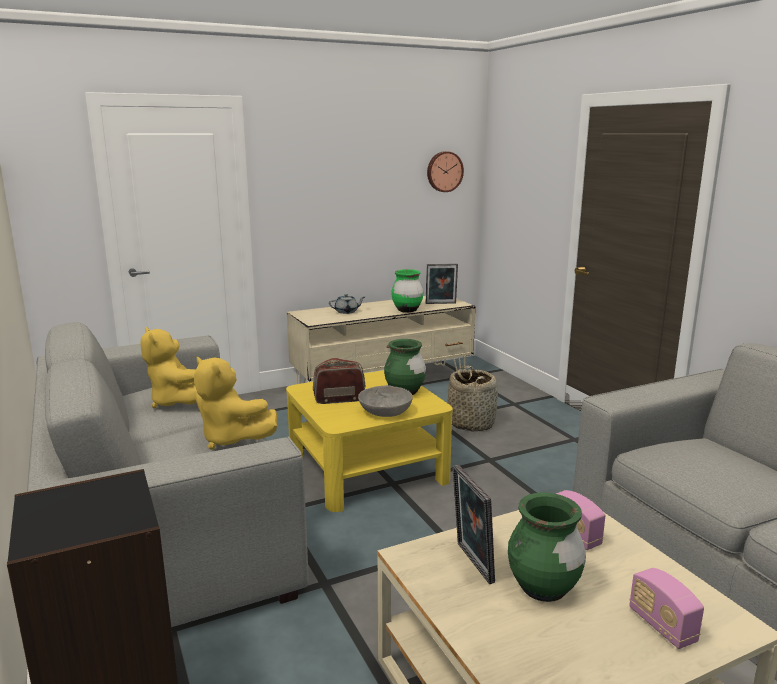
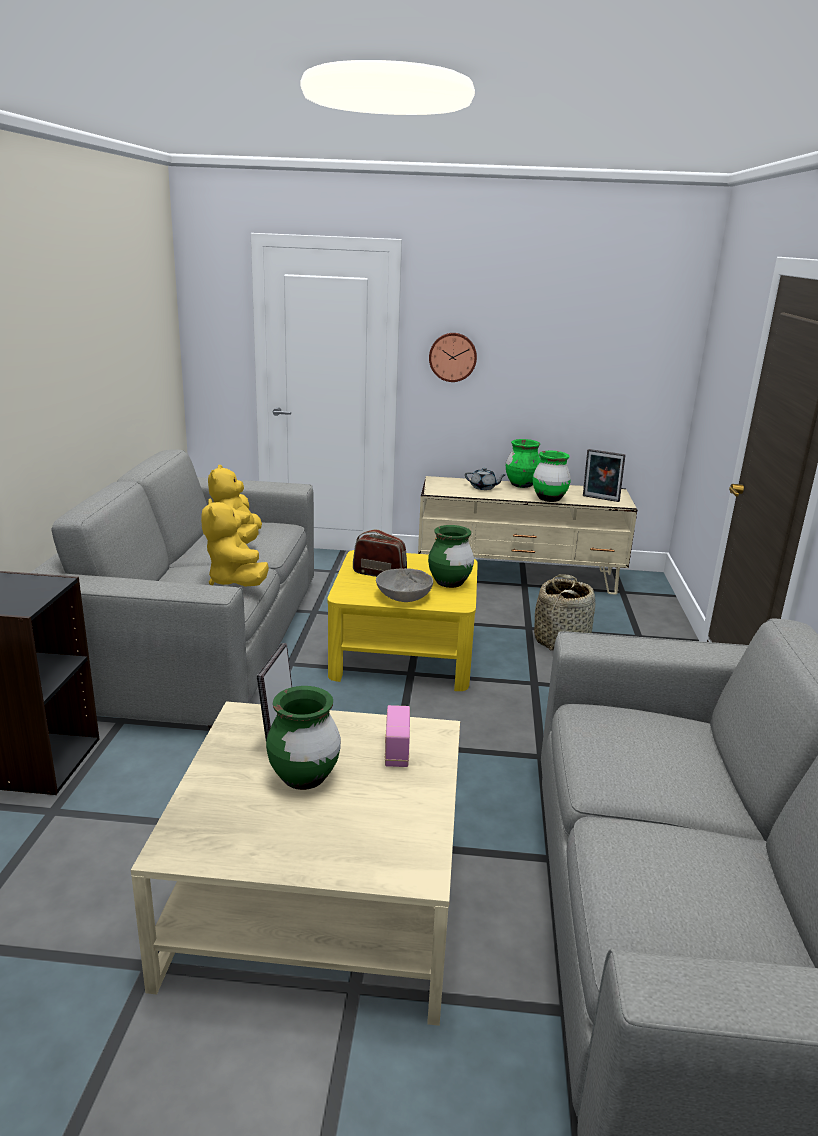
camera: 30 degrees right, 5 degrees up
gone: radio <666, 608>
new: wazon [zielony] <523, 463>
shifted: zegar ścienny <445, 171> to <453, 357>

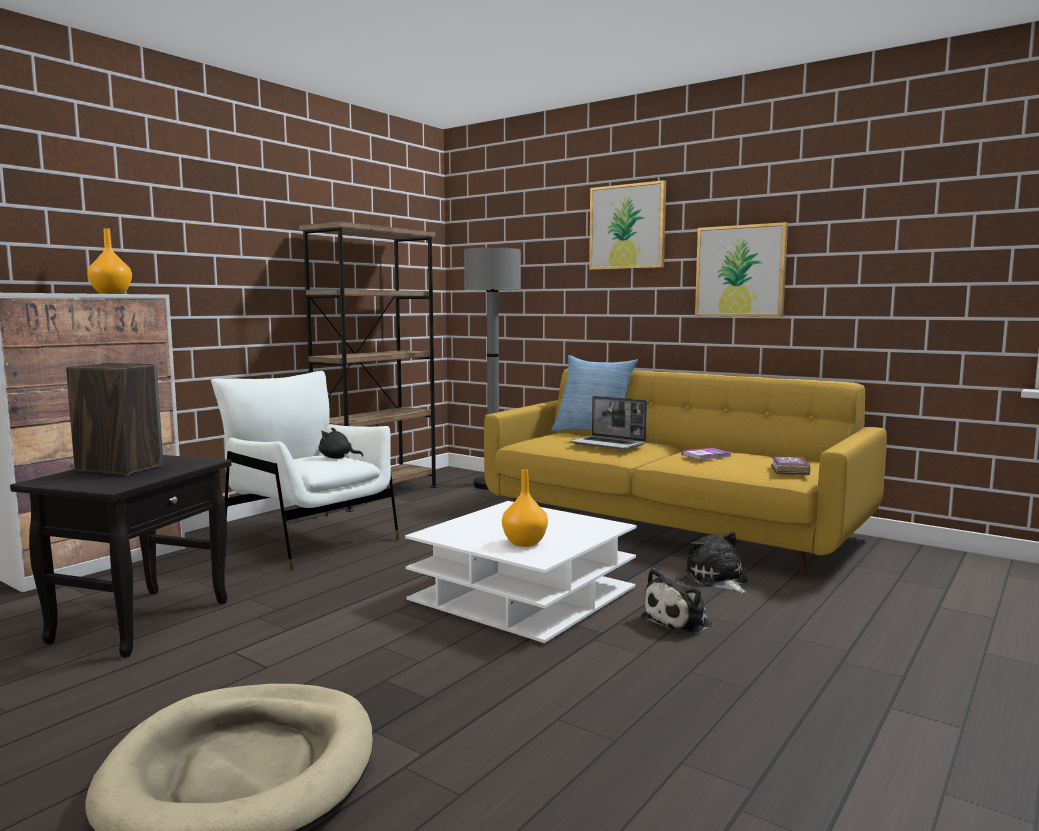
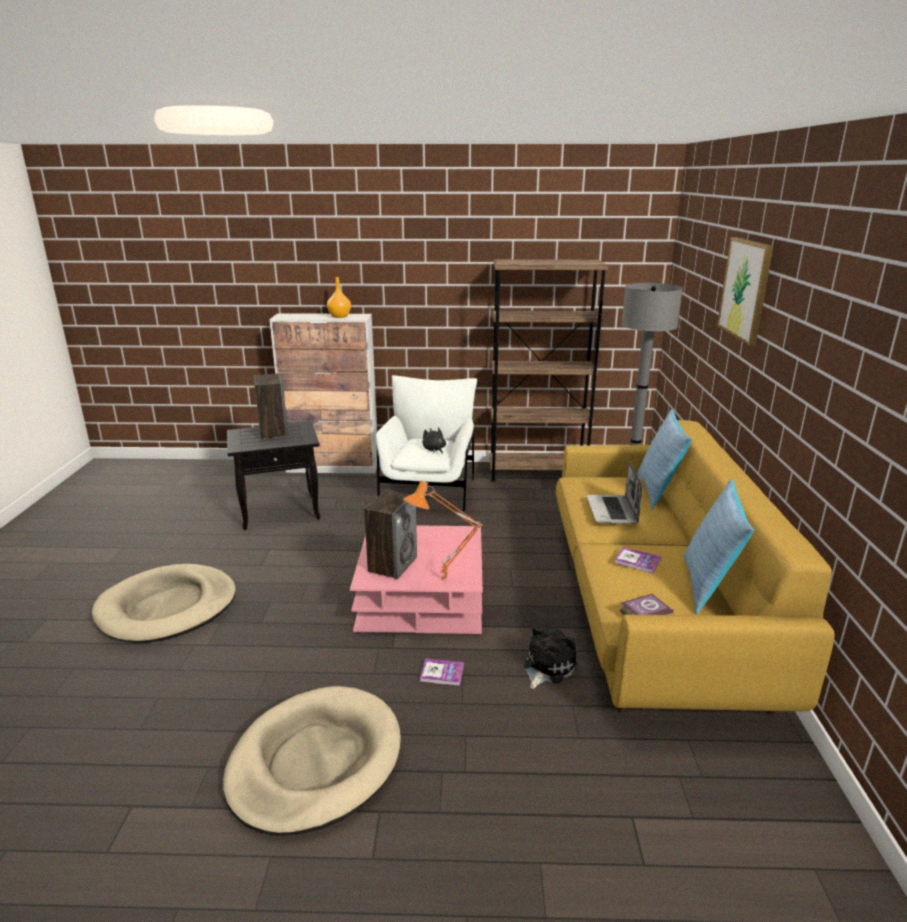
camera: 55 degrees right, 15 degrees up
gone: obraz <741, 269>
new: legowisko [beżowy] <312, 761>; lampa stołowa [pomarańczowy] <442, 531>; poduszka <718, 547>
swapped: wazon [pomarańczowy] <525, 508> to głośnik <390, 534>; pluszak <676, 601> to książka <442, 672>
repainted: ława [biały] <521, 572> to ława [różowy] <416, 579>

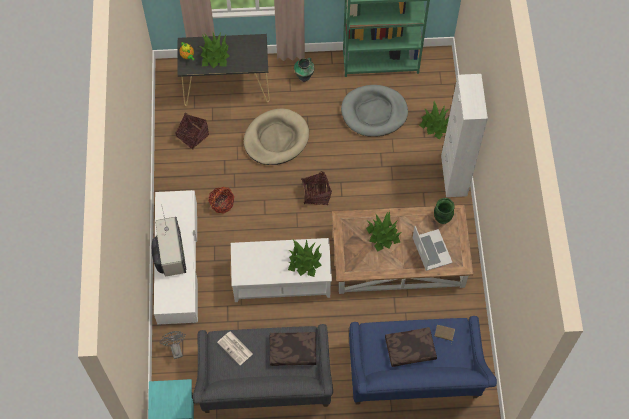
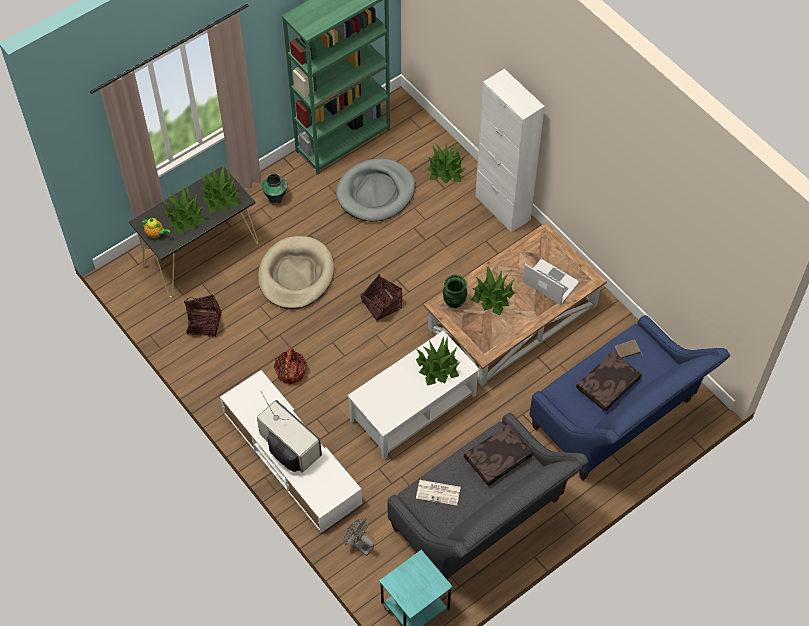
camera: 35 degrees left, 5 degrees down
new: roślina doniczkowa <219, 189>
shifted: wazon [zielony] <444, 211> to <455, 291>

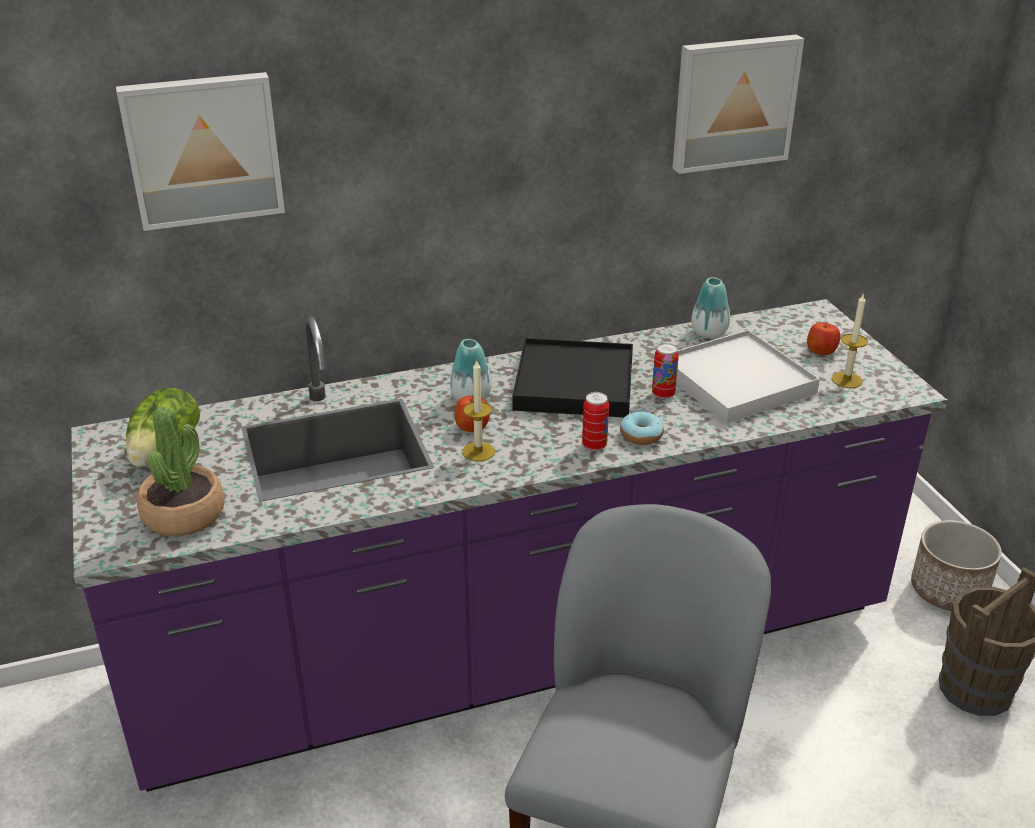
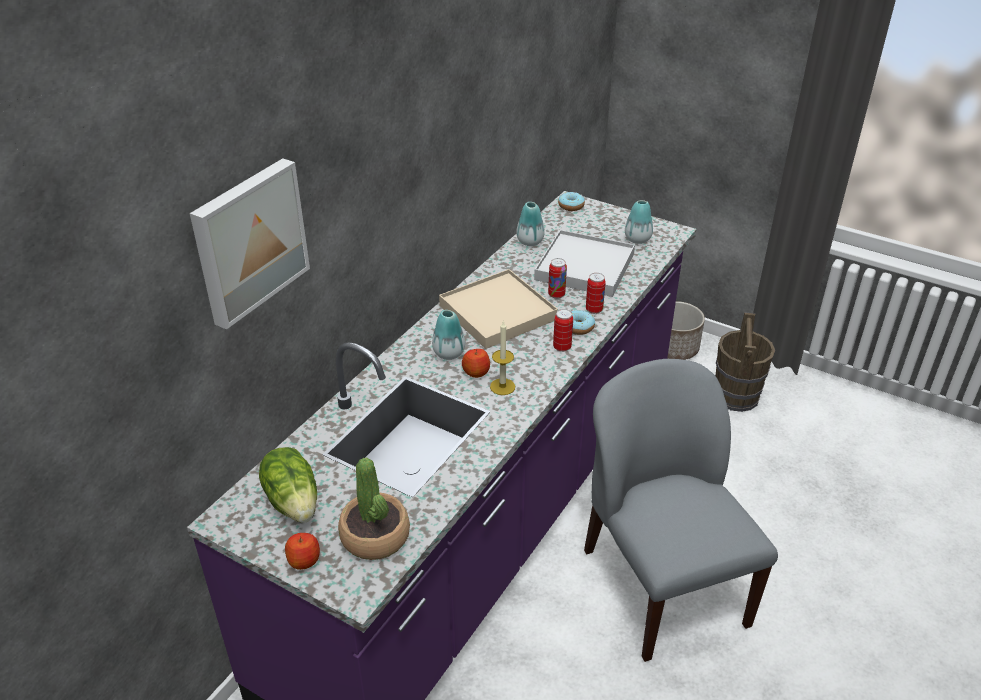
camera: 40 degrees left, 5 degrees up
gone: obraz <738, 104>
new: donut <571, 201>; puszka <596, 293>
shifted: jabłko <823, 338> to <302, 551>
swapped: świeca <850, 340> to wazon <639, 222>
repainted: taca [czarny] <572, 377> to taca [beżowy] <498, 309>

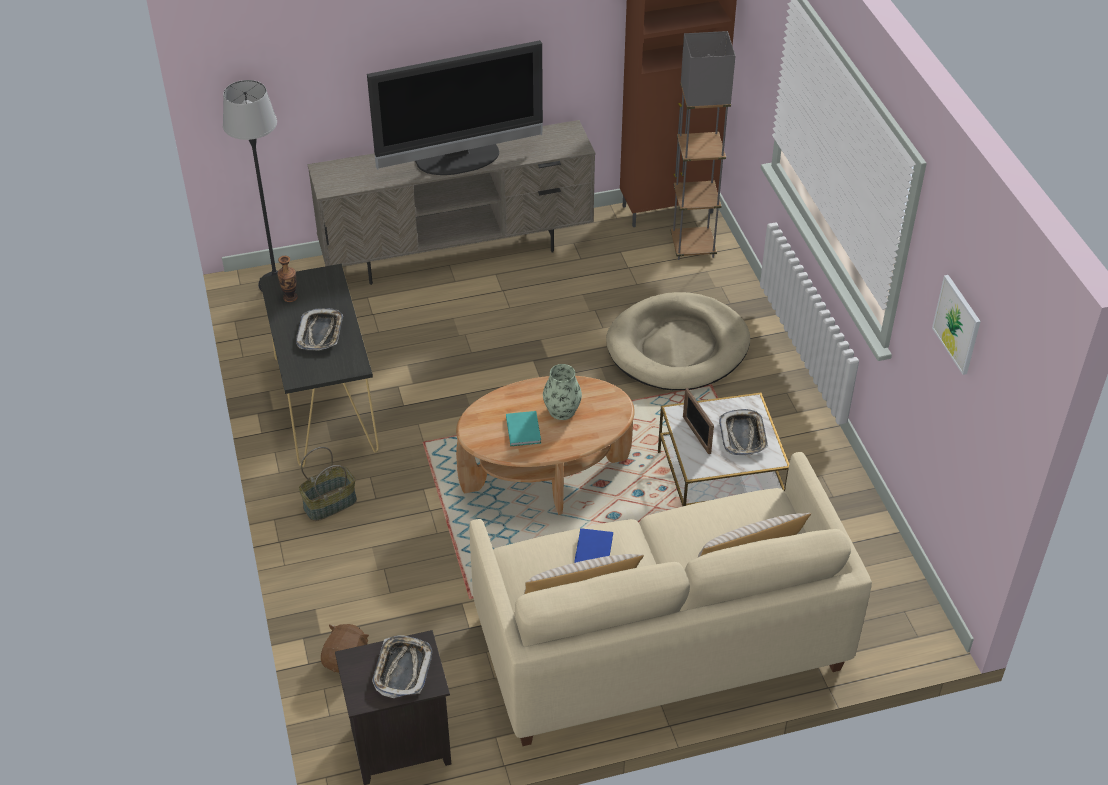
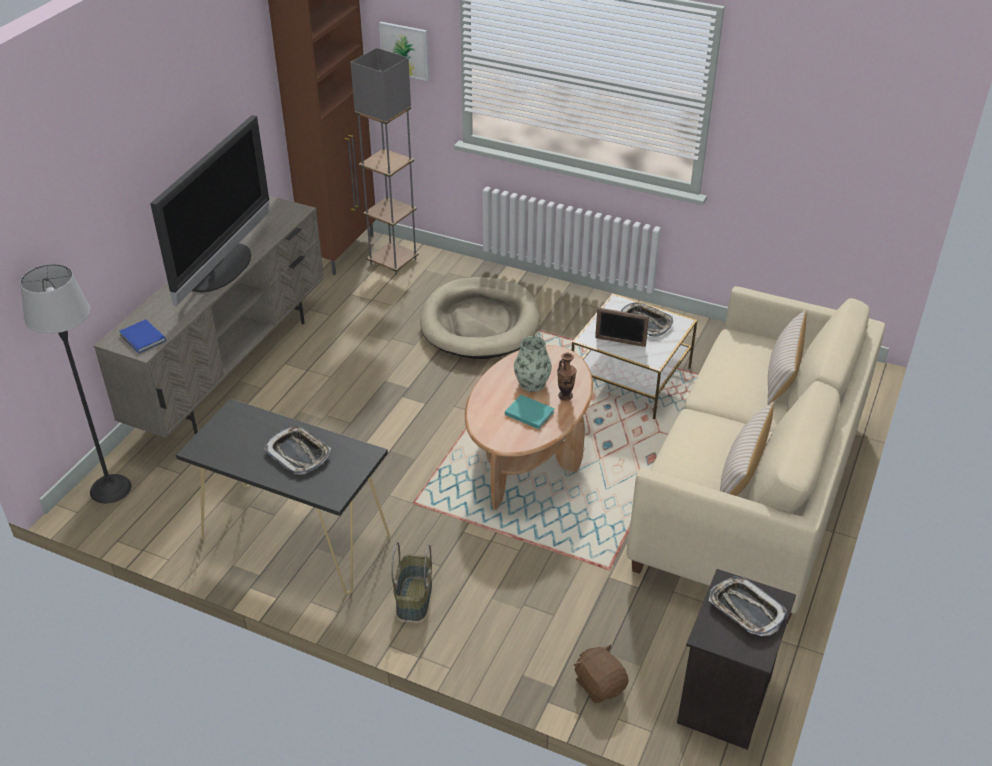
camera: 50 degrees left, 5 degrees down
shifted: książka [niebieski] <593, 545> to <142, 336>; obraz <956, 325> to <404, 51>; wazon <287, 279> to <566, 377>

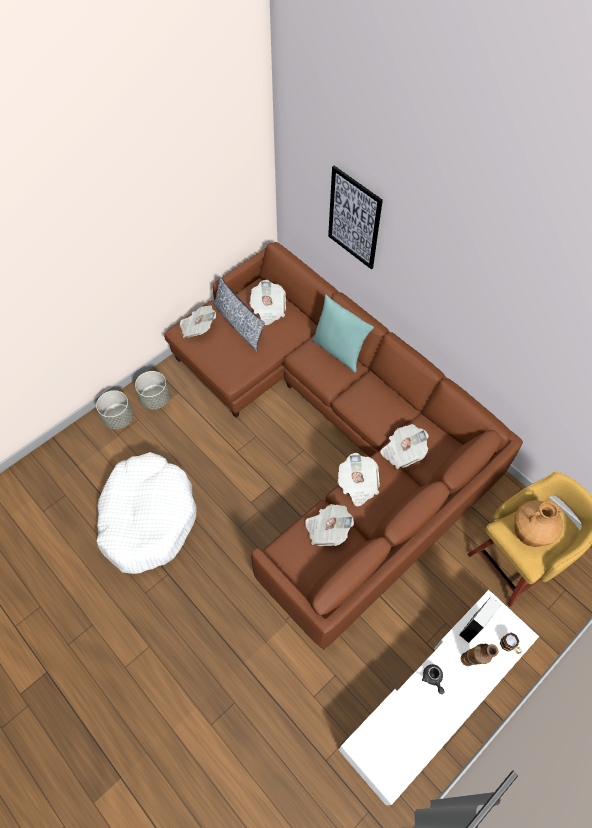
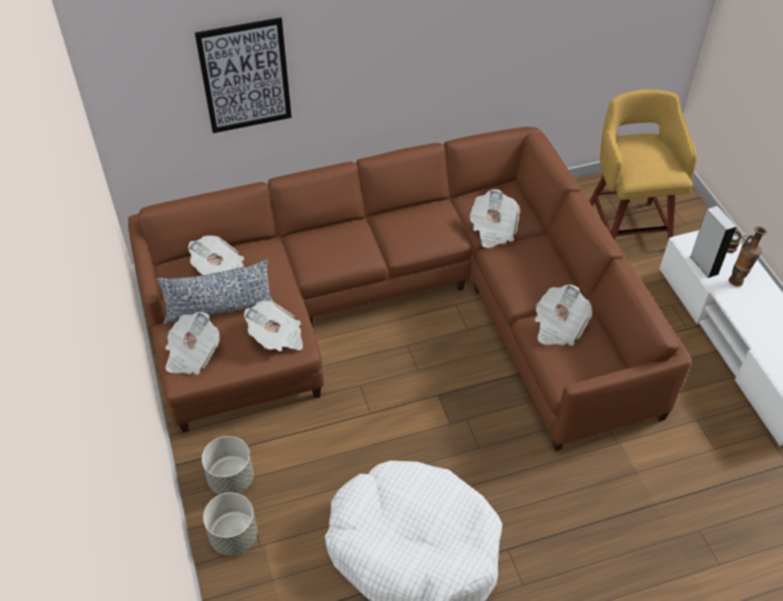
camera: 65 degrees left, 10 degrees down
gone: poduszka [turkusowy] <343, 333>; imbryk [szary] <433, 679>; wazon [brązowy] <538, 523>
shifted: gazeta <359, 480> to <273, 326>

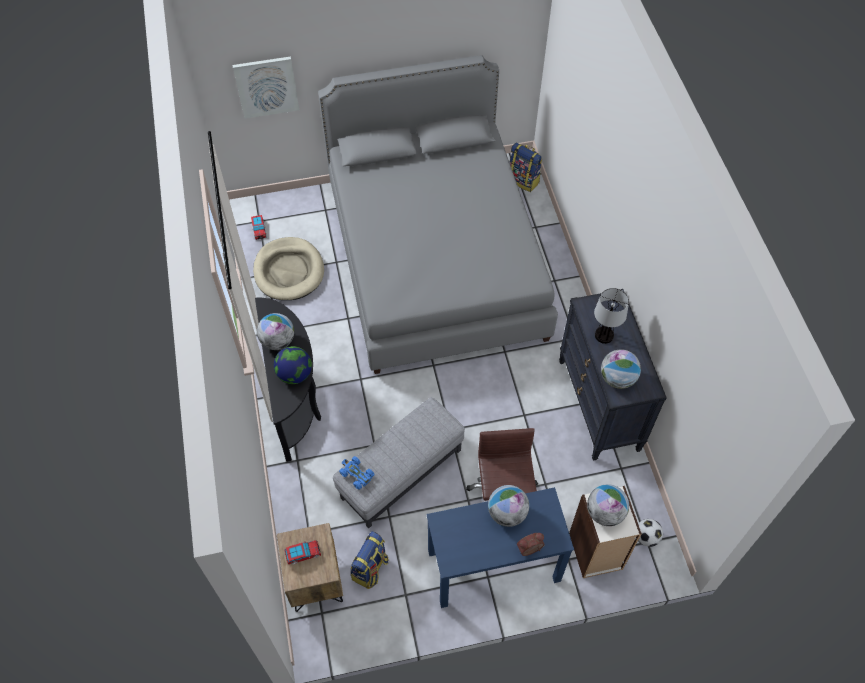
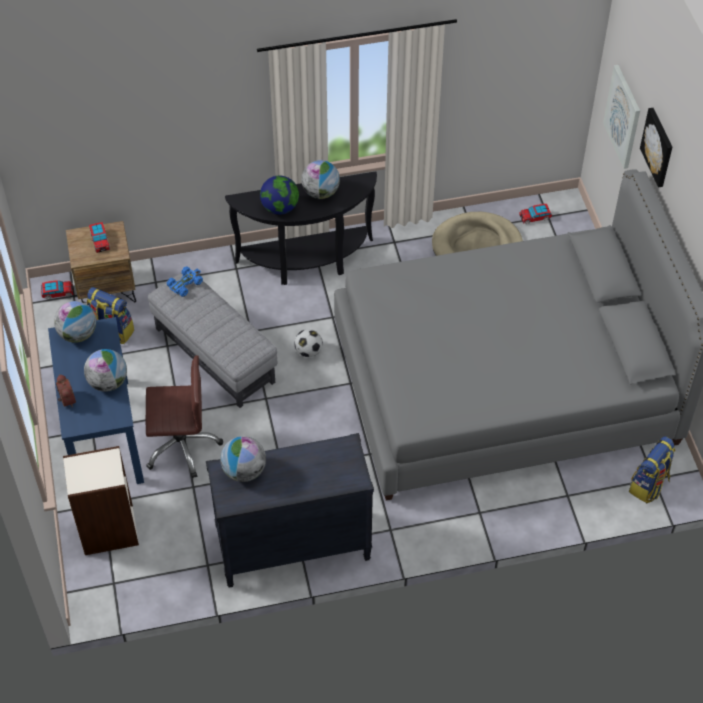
camera: 90 degrees right, 5 degrees down
gone: lampa stołowa <611, 316>
new: samochodzik <57, 289>; obraz <656, 148>
shifted: globus <608, 505> to <75, 322>; piłka futbolowa <650, 533> to <308, 343>

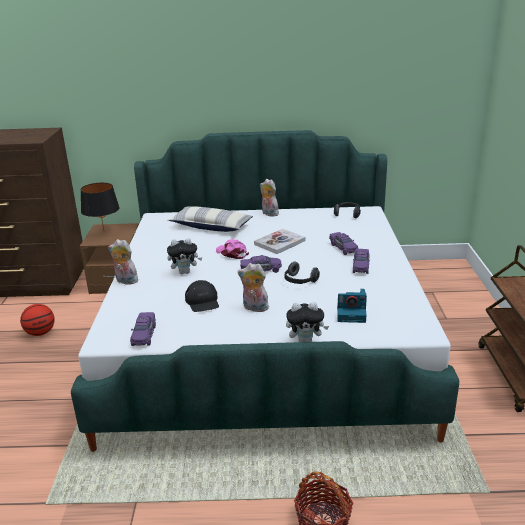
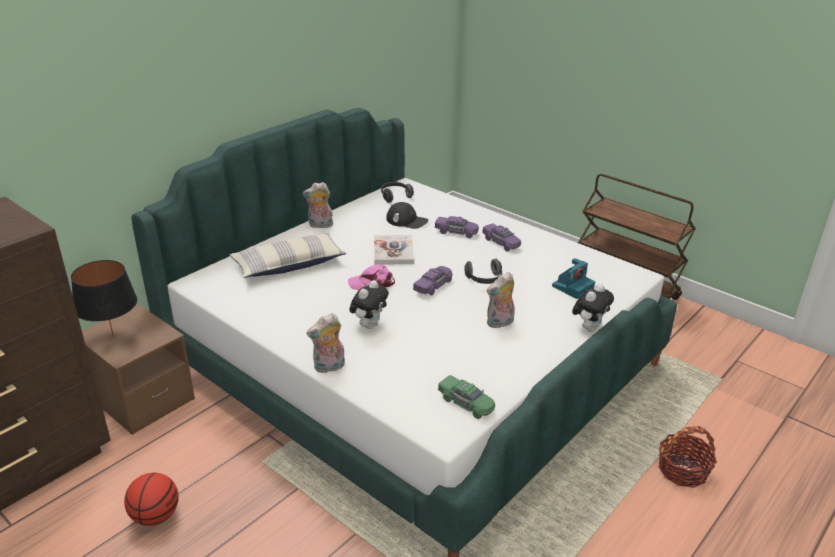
camera: 50 degrees left, 5 degrees up
shifted: czapka z daszkiem [czarny] <202, 296> to <407, 215>
repainted: samochodzik [fioletowy] <143, 329> to samochodzik [zielony] <466, 397>

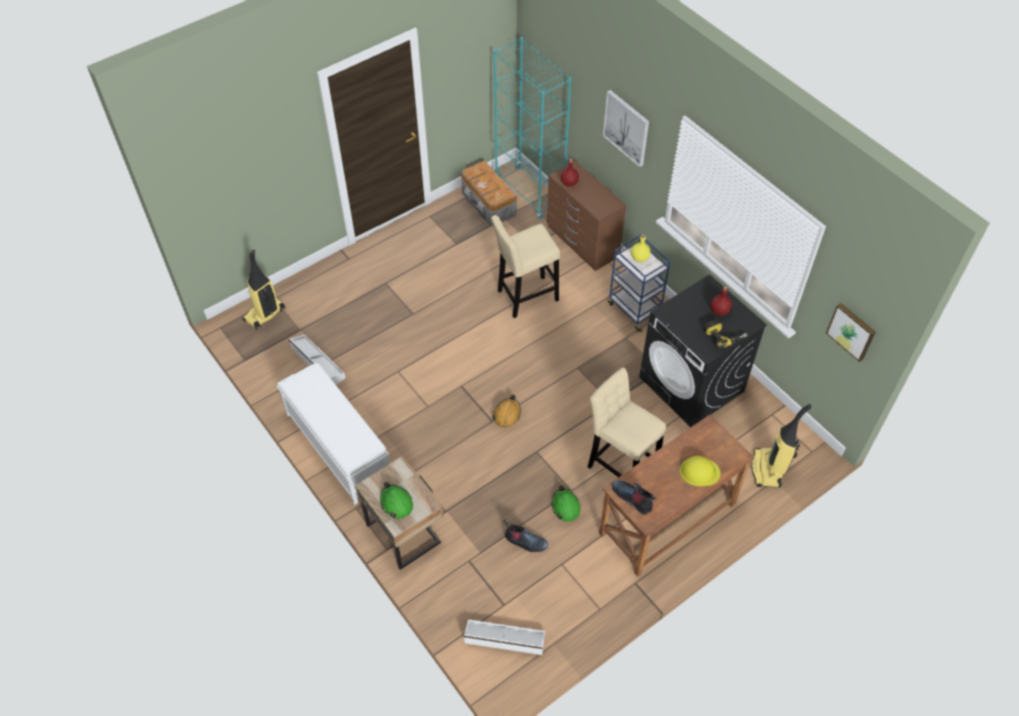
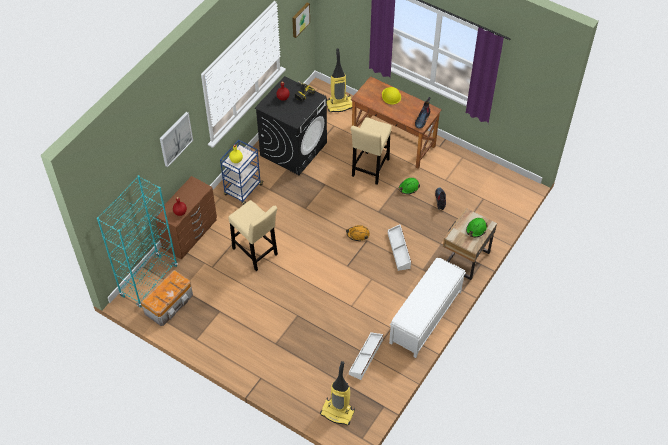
camera: 110 degrees left, 0 degrees up
shifted: pojemnik do przechowywania [biały] <504, 637> to <399, 247>

